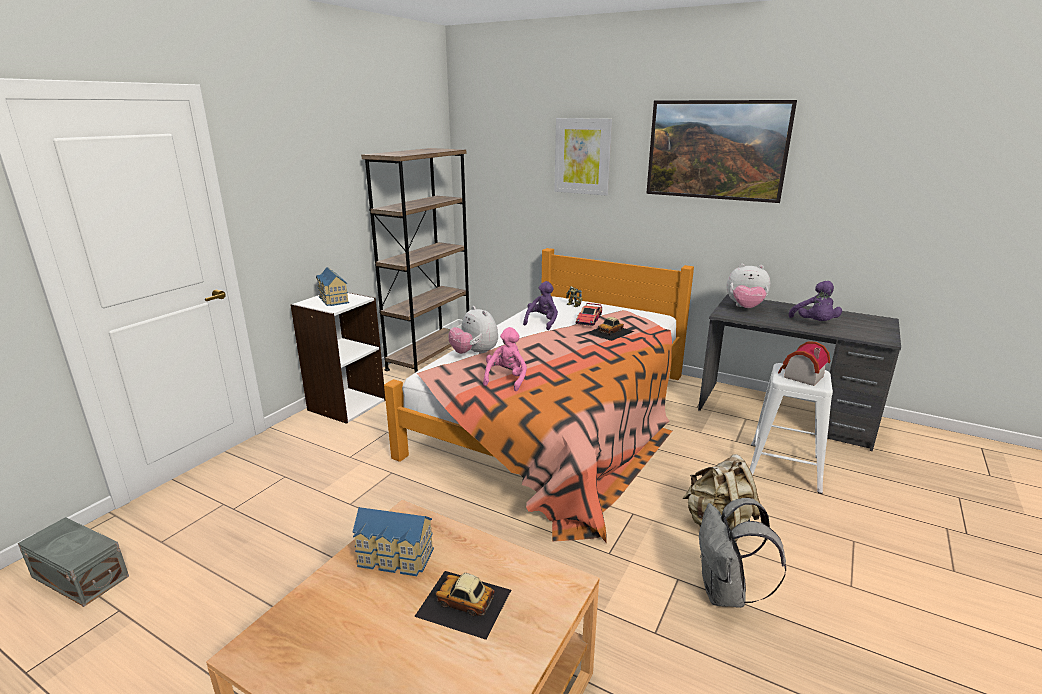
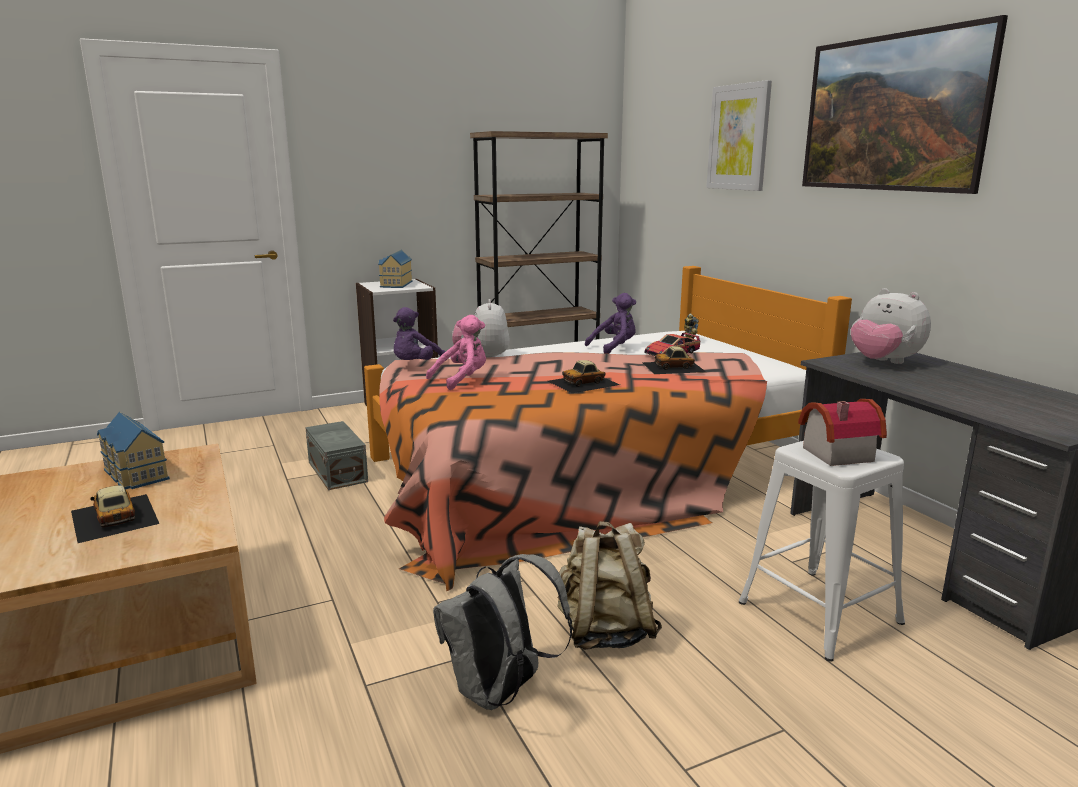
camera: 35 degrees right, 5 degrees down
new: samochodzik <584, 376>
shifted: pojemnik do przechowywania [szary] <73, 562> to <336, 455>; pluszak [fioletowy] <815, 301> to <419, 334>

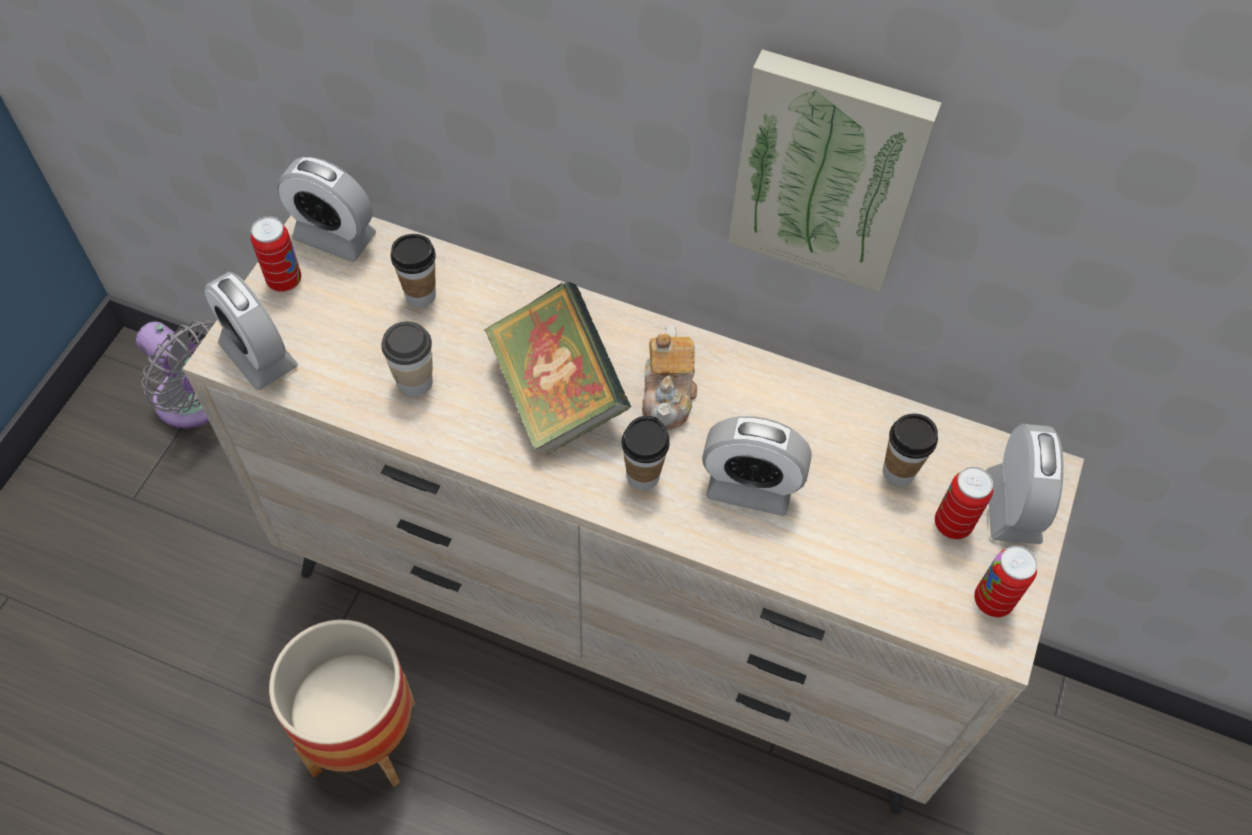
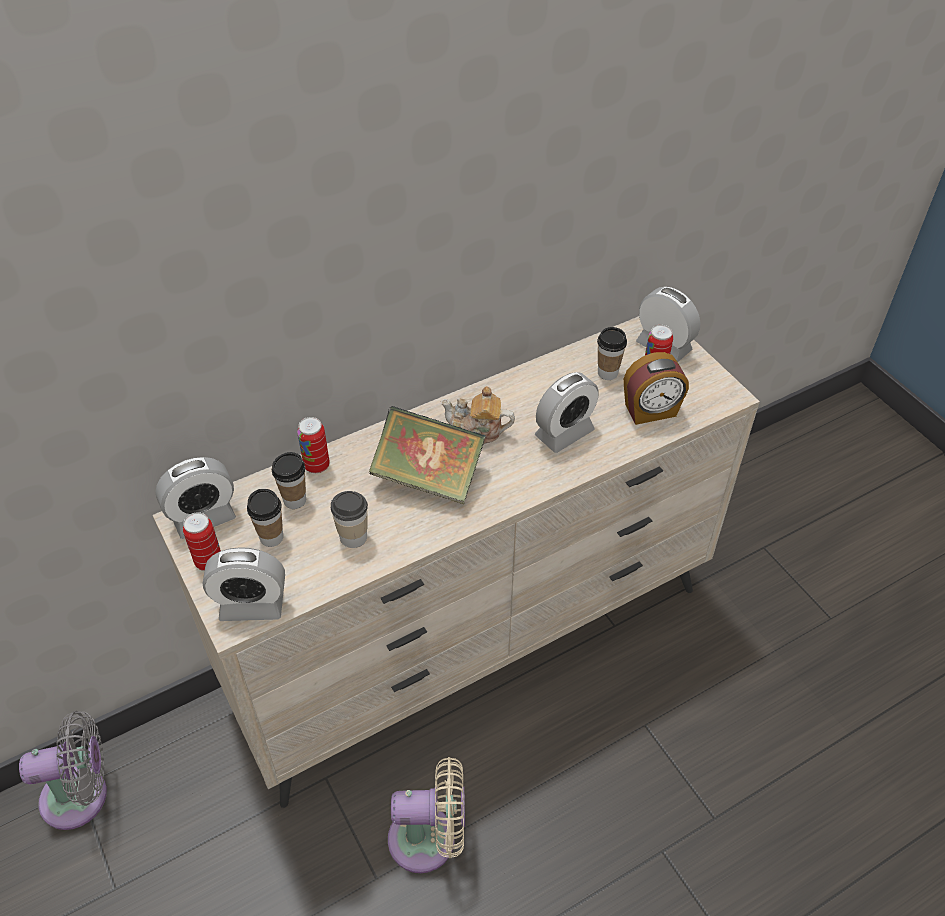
camera: 50 degrees left, 10 degrees down
gone: obraz <834, 170>
new: budzik <656, 388>
shifted: filiżanka <645, 453> to <265, 518>; puszka <1005, 581> to <313, 445>
swapped: donica <342, 703> to wentylator [beżowy] <426, 815>
rotated: imbryk <669, 377> = <478, 415> 150 degrees clockwise

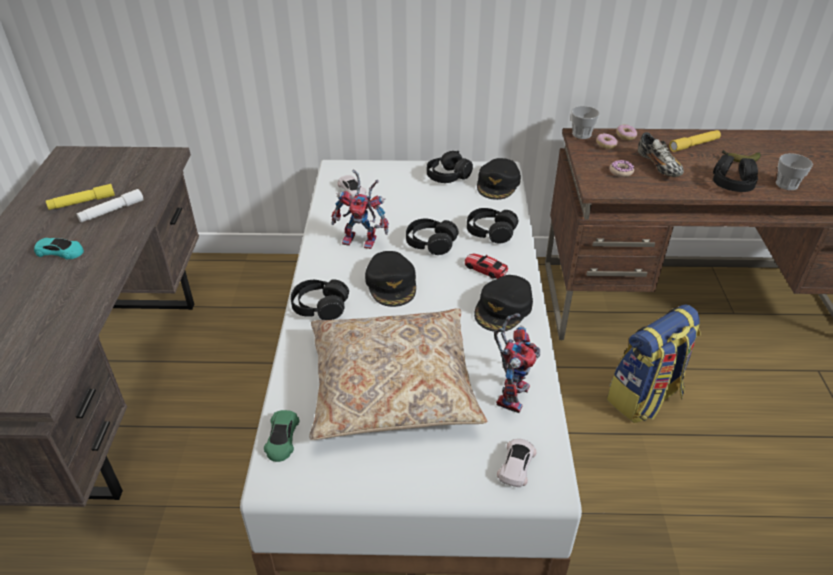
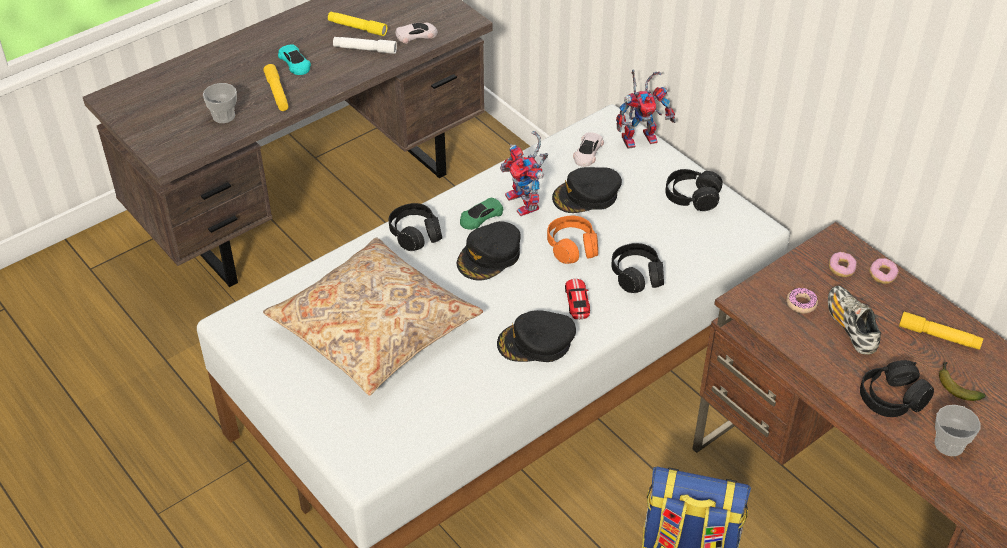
camera: 50 degrees right, 5 degrees up
new: latarka [żółty] <276, 87>
shifted: filiżanka <585, 122> to <220, 103>; samochodzik [biały] <517, 463> to <416, 33>; samochodzik [zielony] <282, 436> to <481, 214>; czapka z daszkiem [czarny] <499, 179> to <587, 190>; robot zabawkowy <517, 363> to <646, 109>
repainted: słuchawki [czarny] <432, 237> to słuchawki [pomarańczowy] <572, 240>
rotated: but <661, 154> = <854, 320> 135 degrees clockwise

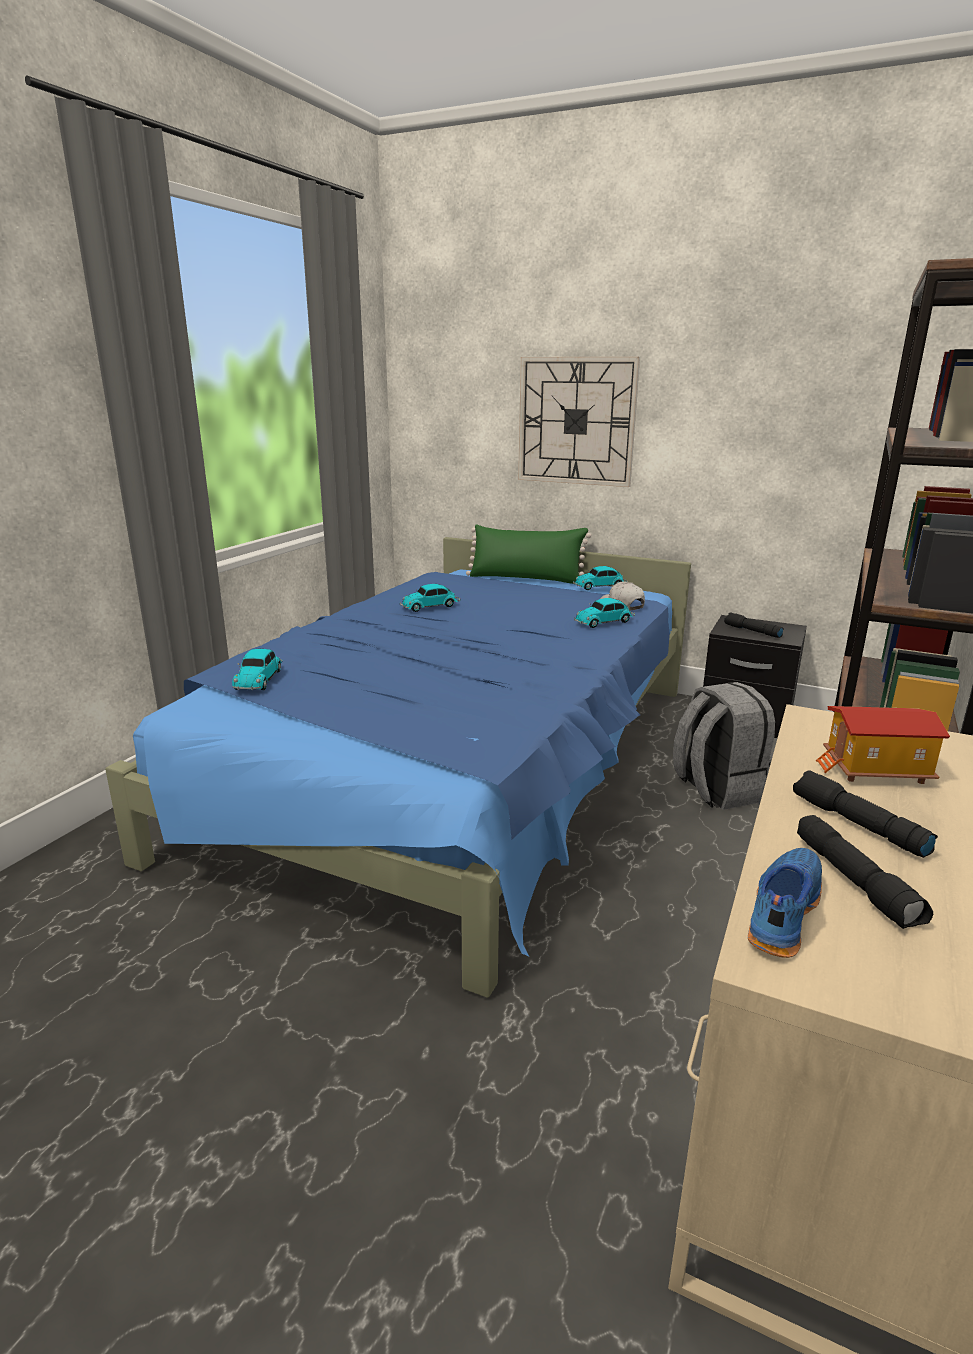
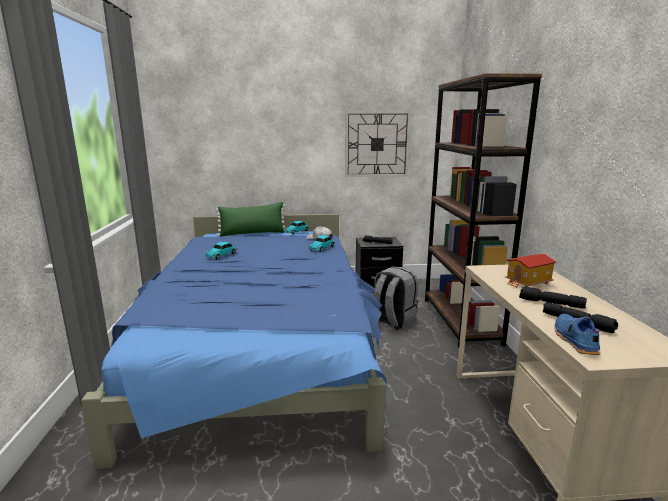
camera: 30 degrees left, 5 degrees down
gone: samochodzik <257, 669>
shifted: zegar ścienny <579, 422> to <378, 144>

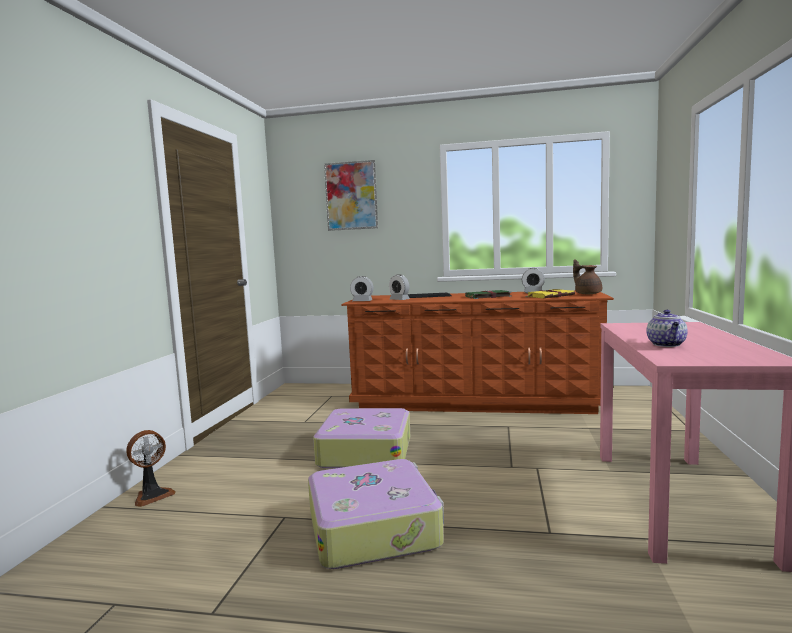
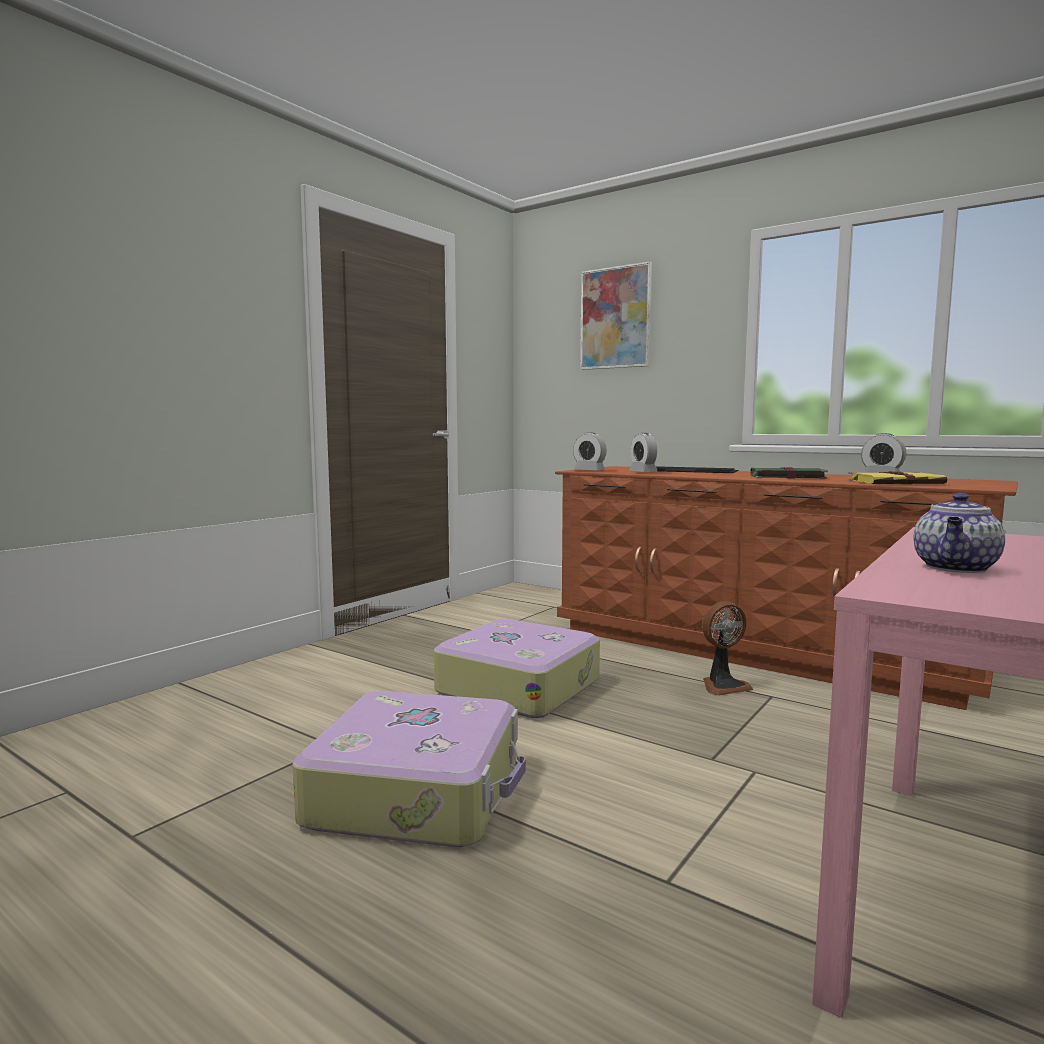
camera: 25 degrees right, 0 degrees up
gone: imbryk [brązowy] <587, 276>
shifted: wentylator <151, 468> to <727, 648>

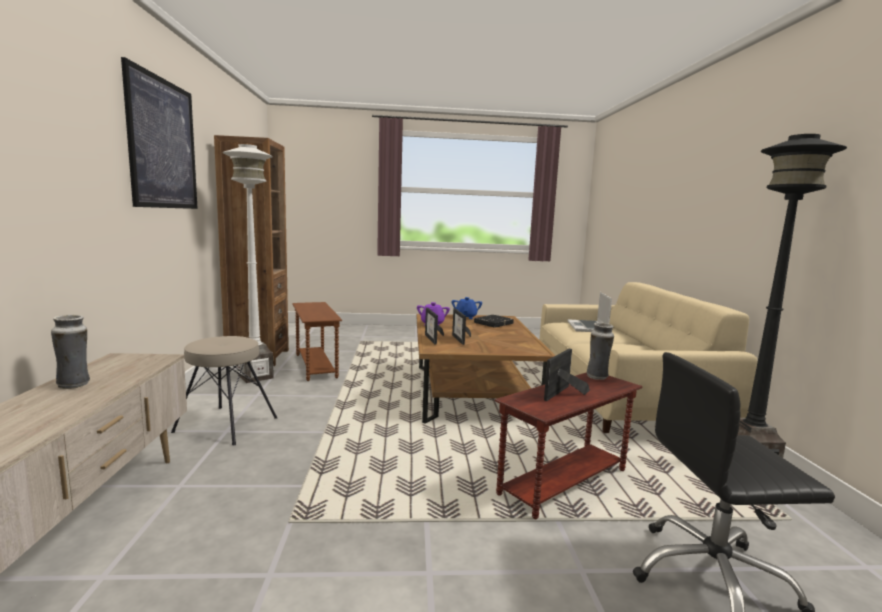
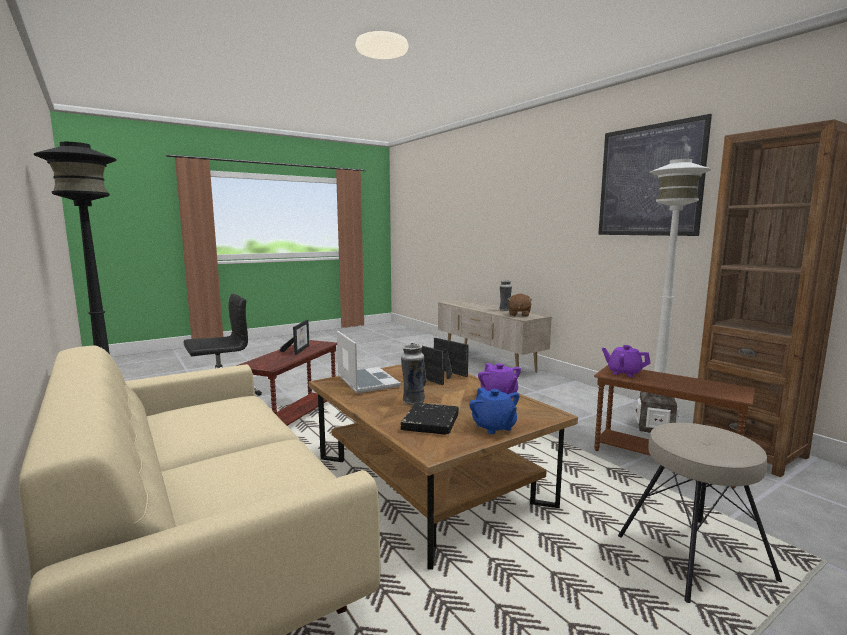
camera: 150 degrees right, 0 degrees up
new: pluszak [brązowy] <519, 305>; imbryk [fioletowy] <626, 361>
shifted: laptop <589, 312> to <369, 362>; wazon <600, 351> to <413, 374>; stołek [beżowy] <224, 390> to <700, 513>

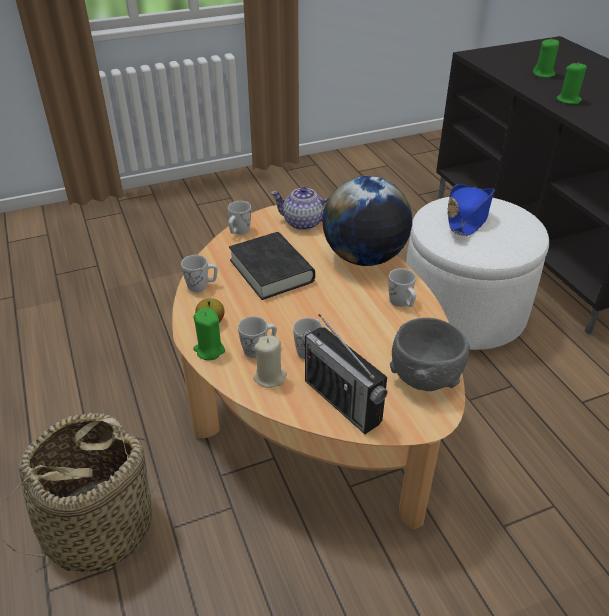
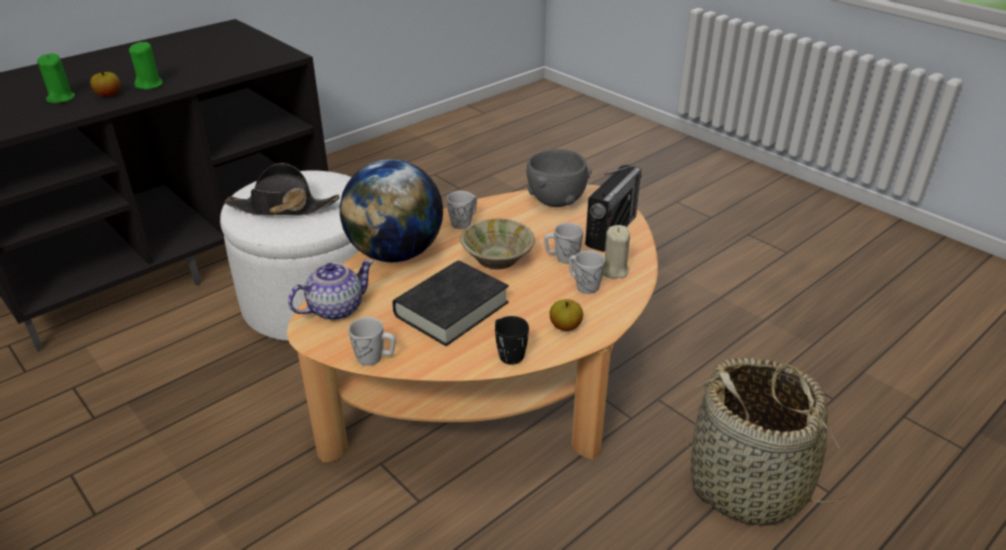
camera: 110 degrees left, 5 degrees down
gone: świeca [zielony] <209, 334>
new: jabłko <105, 84>; miska [beżowy] <497, 244>
repainted: kapelusz [niebieski] <471, 210> to kapelusz [czarny] <282, 189>; kubek [biały] <199, 273> to kubek [czarny] <512, 340>
rotated: imbryk <299, 208> = <331, 289> 120 degrees counterclockwise

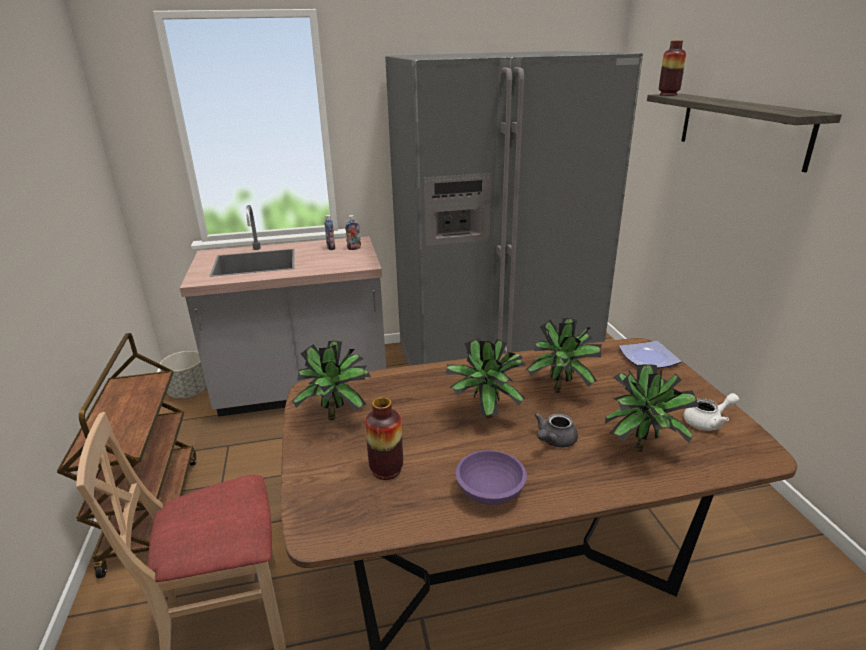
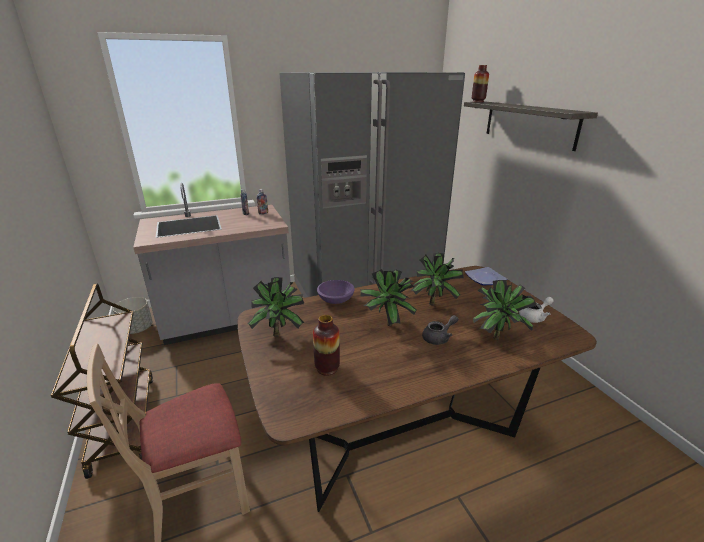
camera: 10 degrees left, 0 degrees up
shifted: miska [fioletowy] <491, 477> to <336, 292>
rotated: imbryk [szary] <556, 430> = <440, 330> 150 degrees counterclockwise

